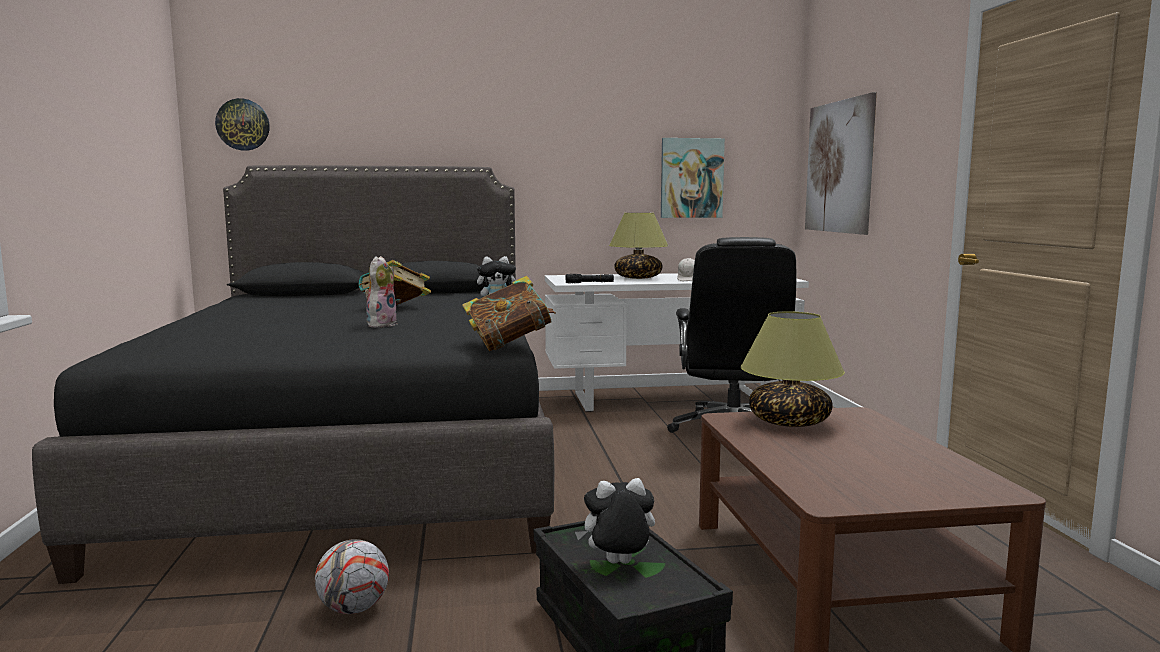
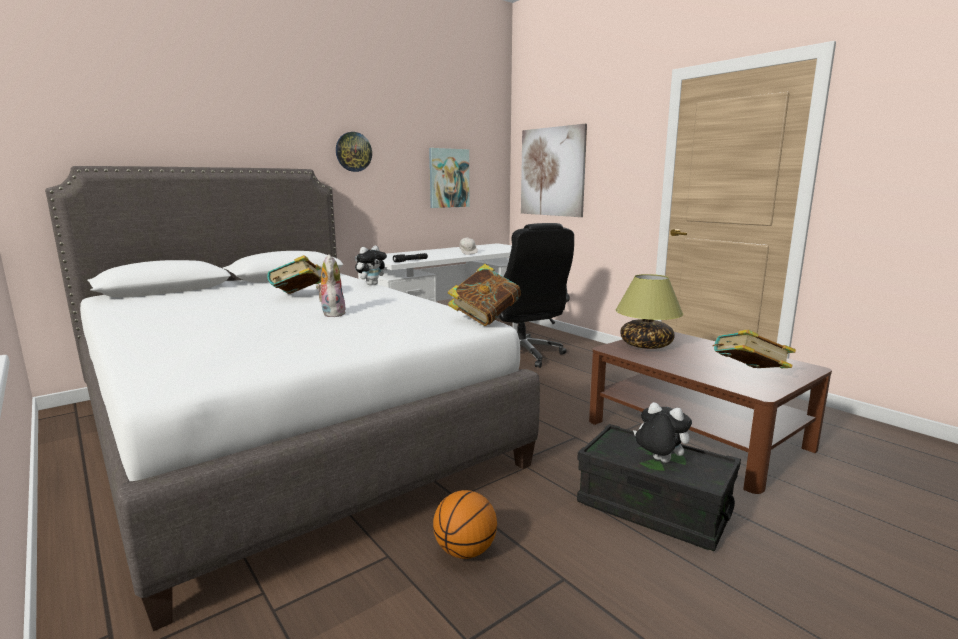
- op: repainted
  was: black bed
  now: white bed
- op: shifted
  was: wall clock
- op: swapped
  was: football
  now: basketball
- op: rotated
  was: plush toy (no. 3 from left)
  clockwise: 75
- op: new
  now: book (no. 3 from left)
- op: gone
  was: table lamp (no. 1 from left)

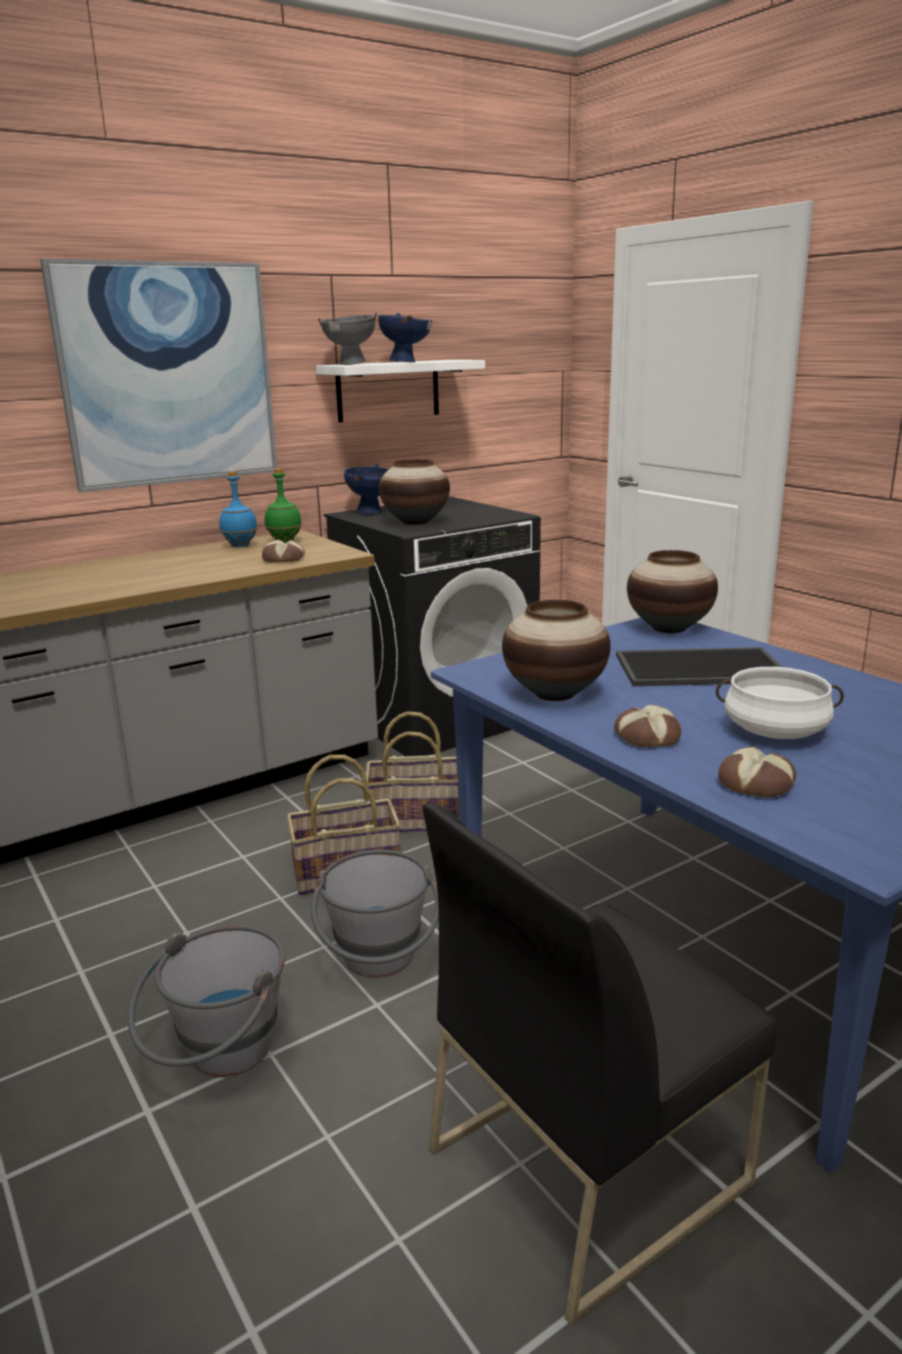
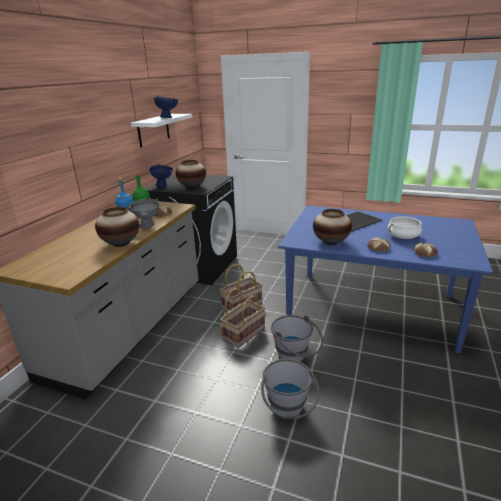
- op: shifted
  was: vase (no. 3 from left in the first image)
  now: vase (no. 1 from left)
- op: shifted
  was: grey bowl
- op: gone
  was: picture
- op: gone
  was: black chair

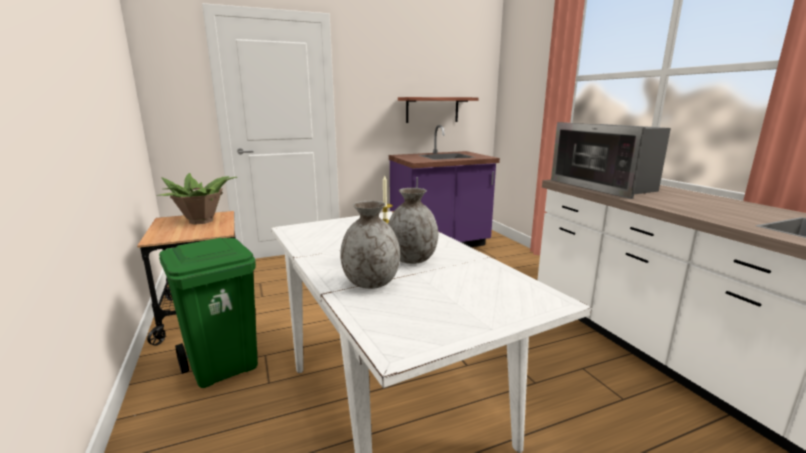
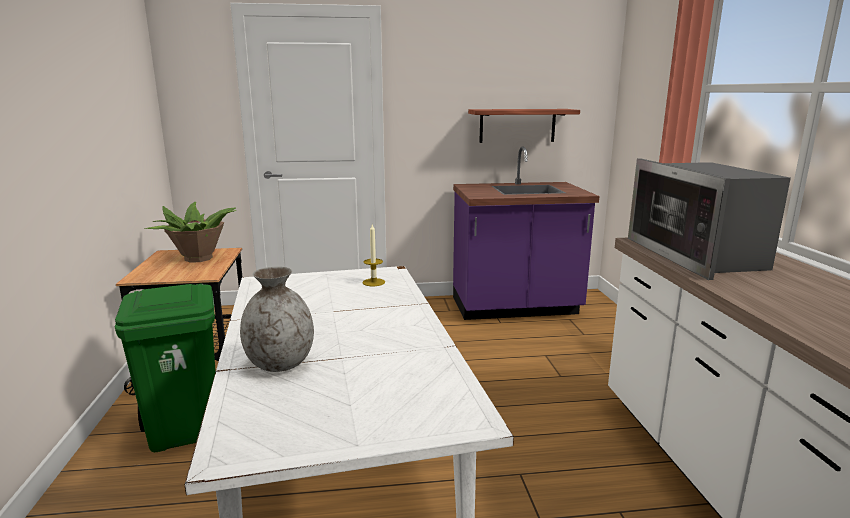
- op: gone
  was: grey vase (no. 2 from left)

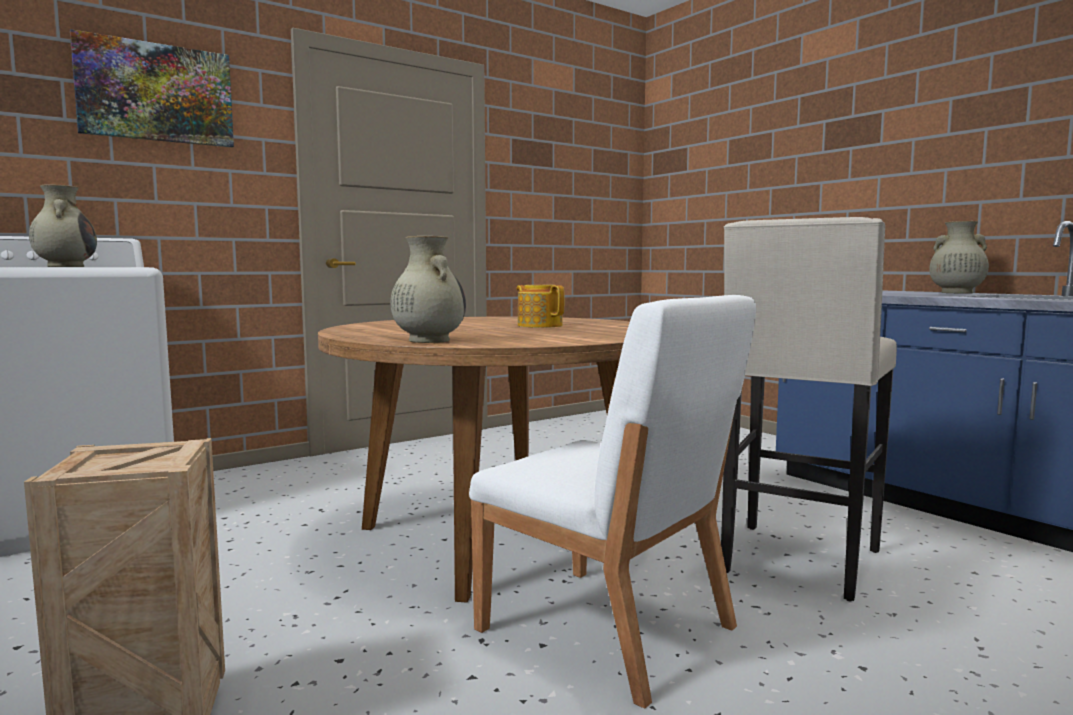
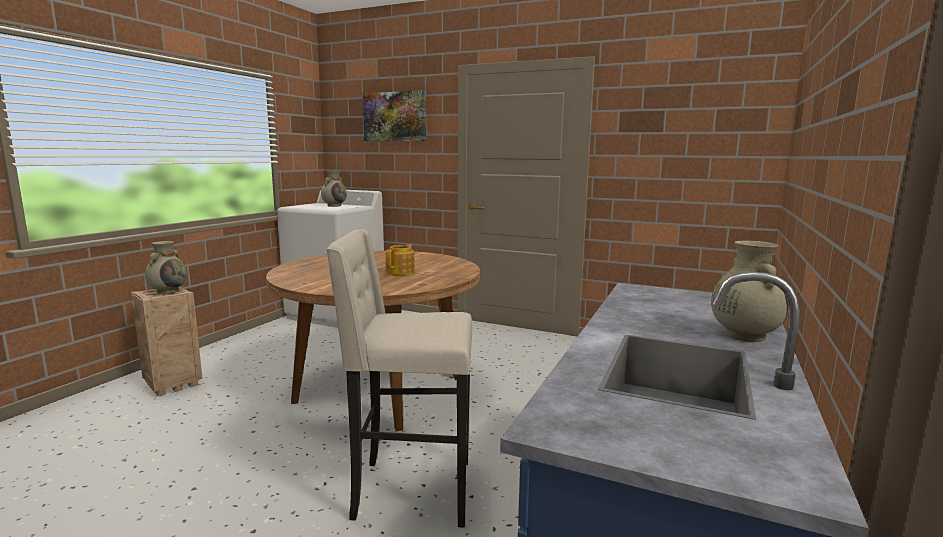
- op: shifted
  was: beige vase (no. 2 from left in the first image)
  now: beige vase (no. 1 from left)
- op: gone
  was: white chair

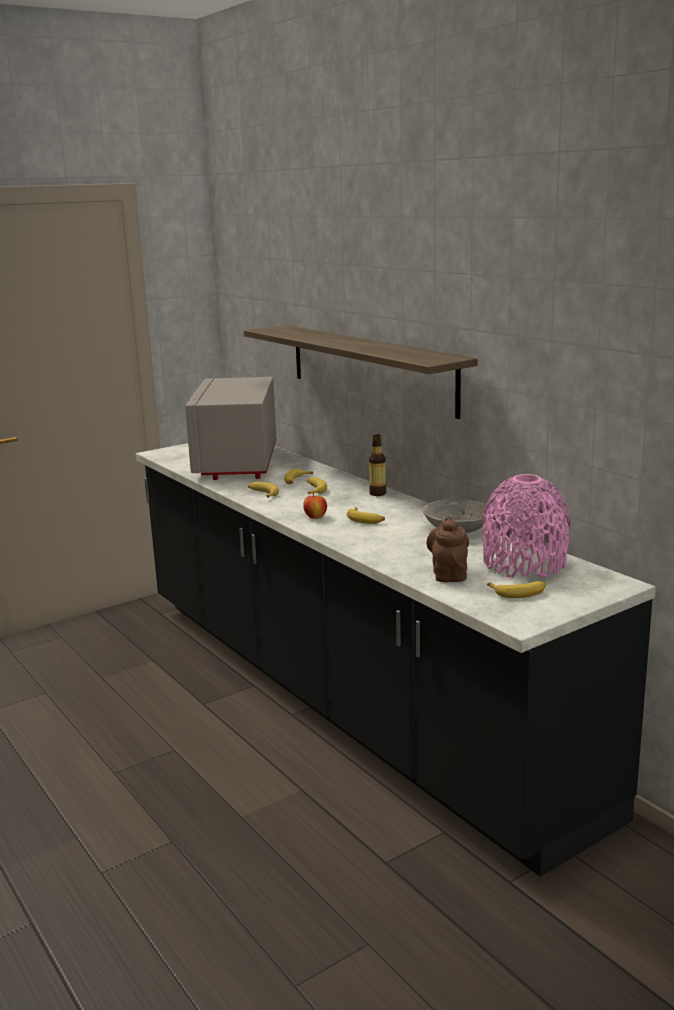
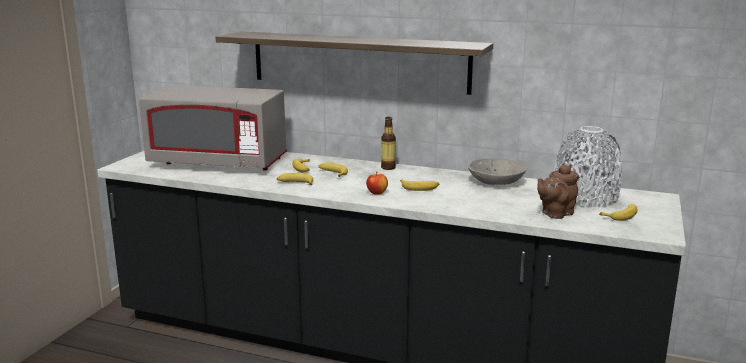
- op: rotated
  was: grey microwave
  clockwise: -45
- op: rotated
  was: brown teapot
  clockwise: -90
- op: repainted
  was: pink vase
  now: grey vase

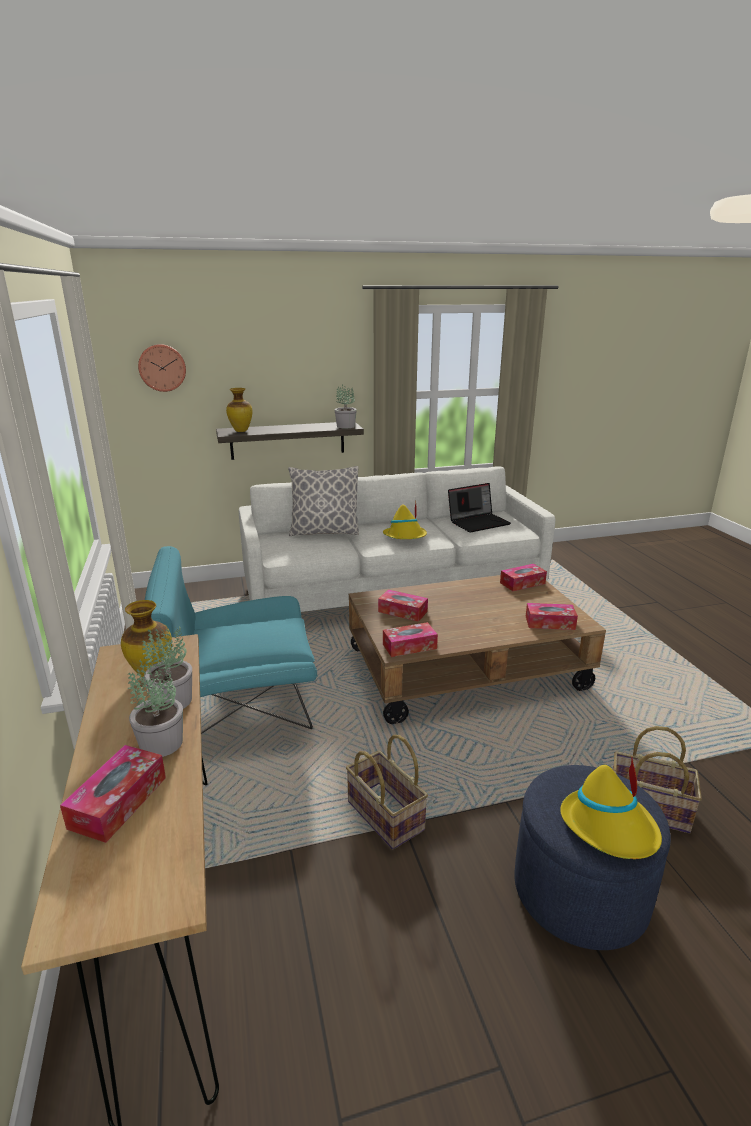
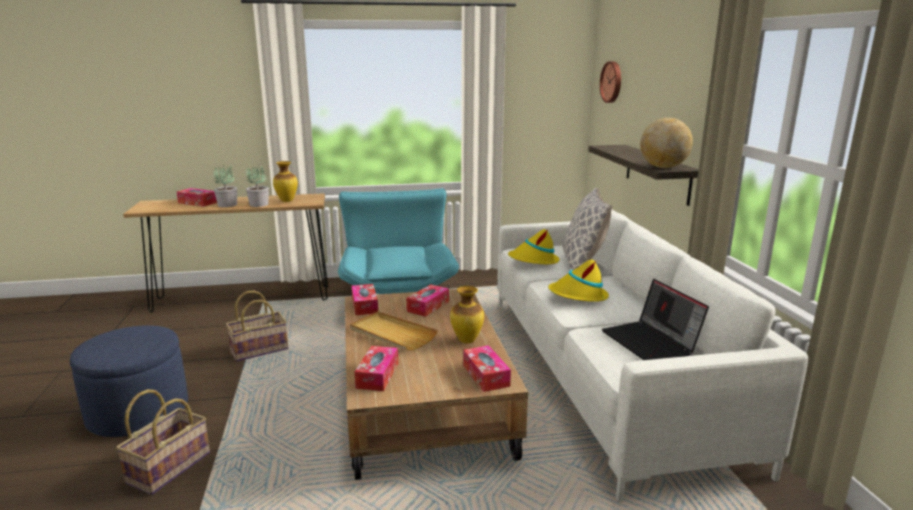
- op: new
  now: beige tray
- op: shifted
  was: vase (no. 2 from left)
- op: shifted
  was: yellow hat (no. 2 from left in the first image)
  now: yellow hat (no. 1 from left)
- op: swapped
  was: potted plant (no. 3 from left)
  now: globe

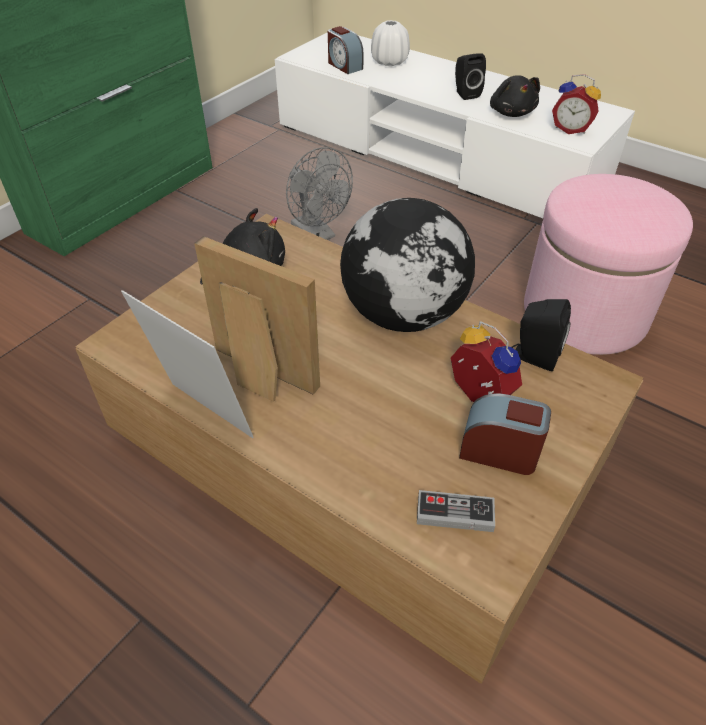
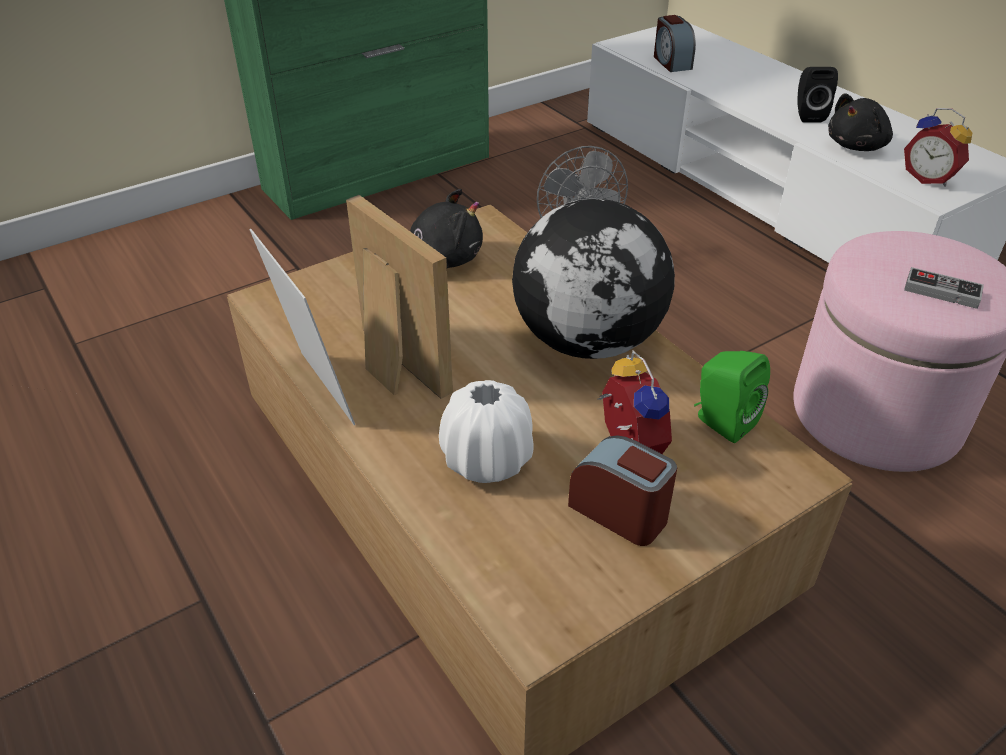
- op: shifted
  was: white vase
- op: repainted
  was: black speaker (no. 2 from left)
  now: green speaker
- op: rotated
  was: black plush toy (no. 2 from left)
  clockwise: 45
- op: shifted
  was: game controller

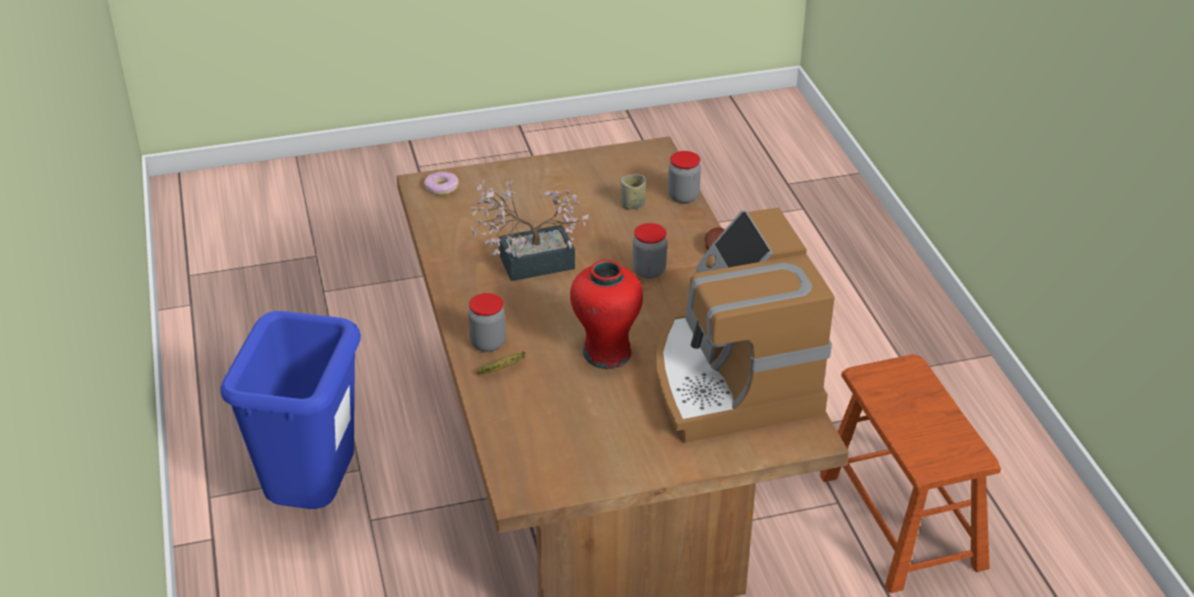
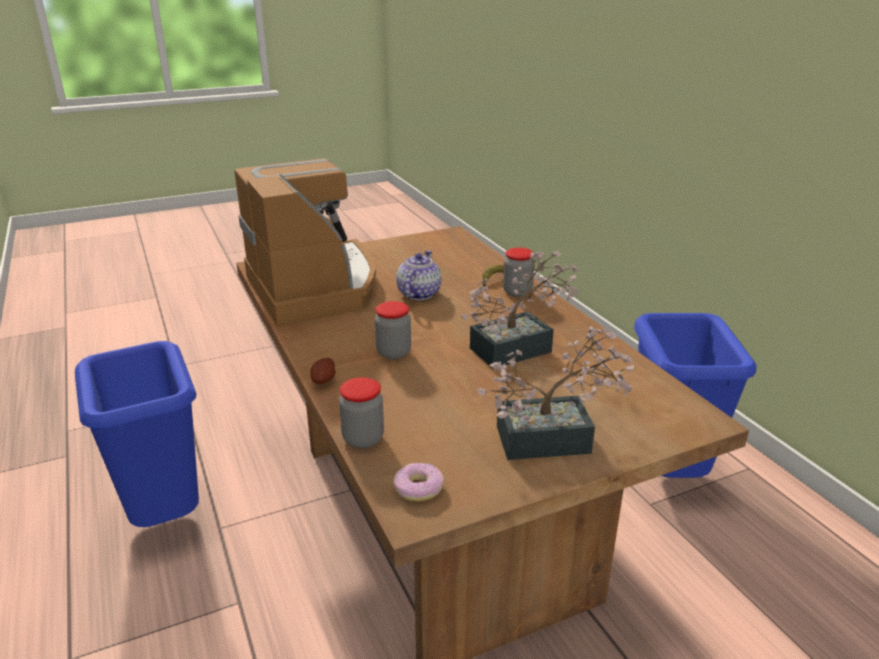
- op: swapped
  was: brown stool
  now: blue trash can (no. 1 from left)
- op: shifted
  was: donut
- op: swapped
  was: red vase
  now: teapot
- op: new
  now: potted plant (no. 2 from left)
- op: gone
  was: cup

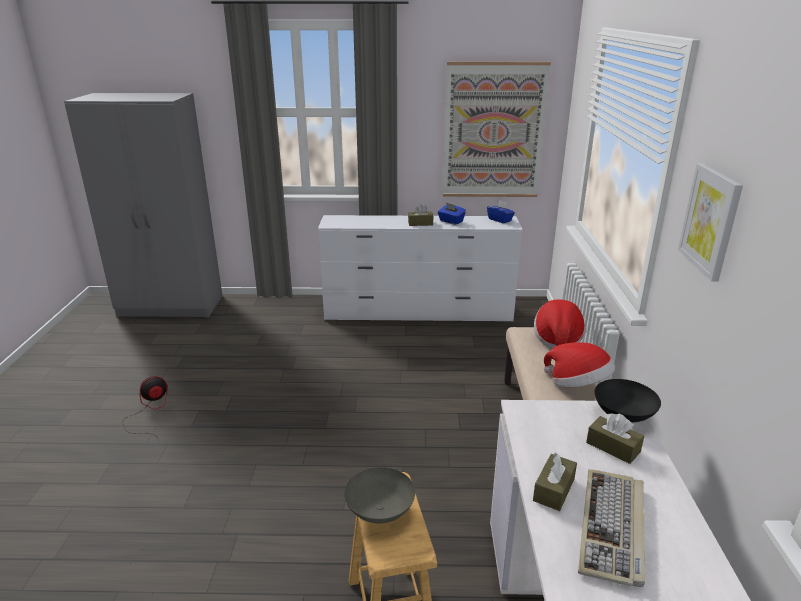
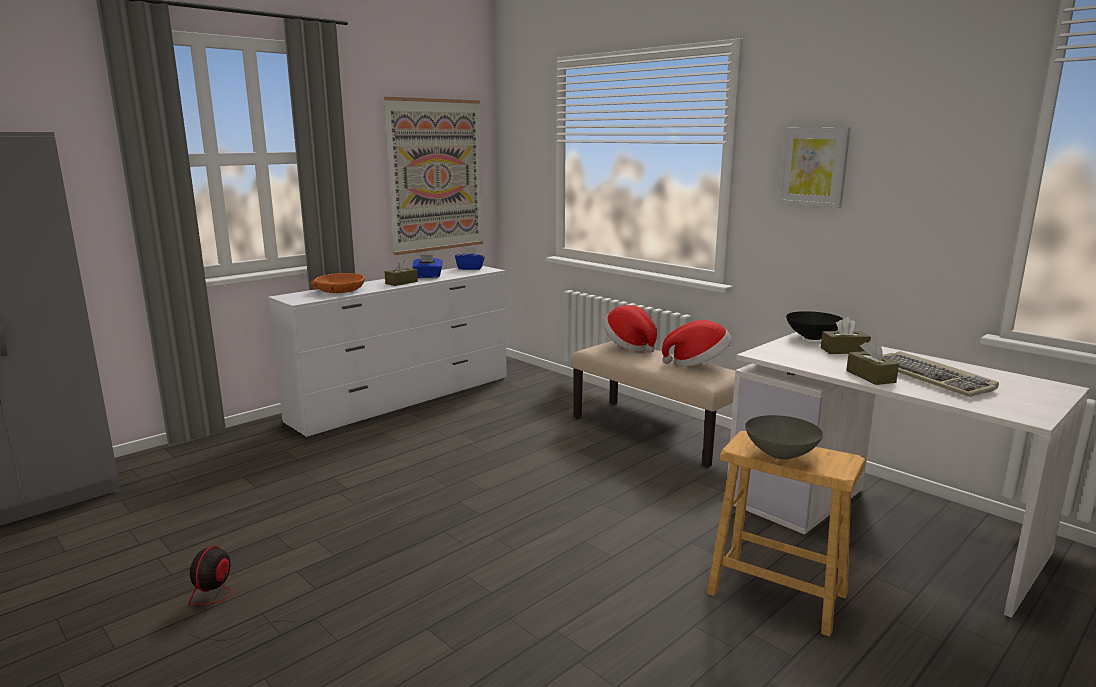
- op: new
  now: orange bowl

